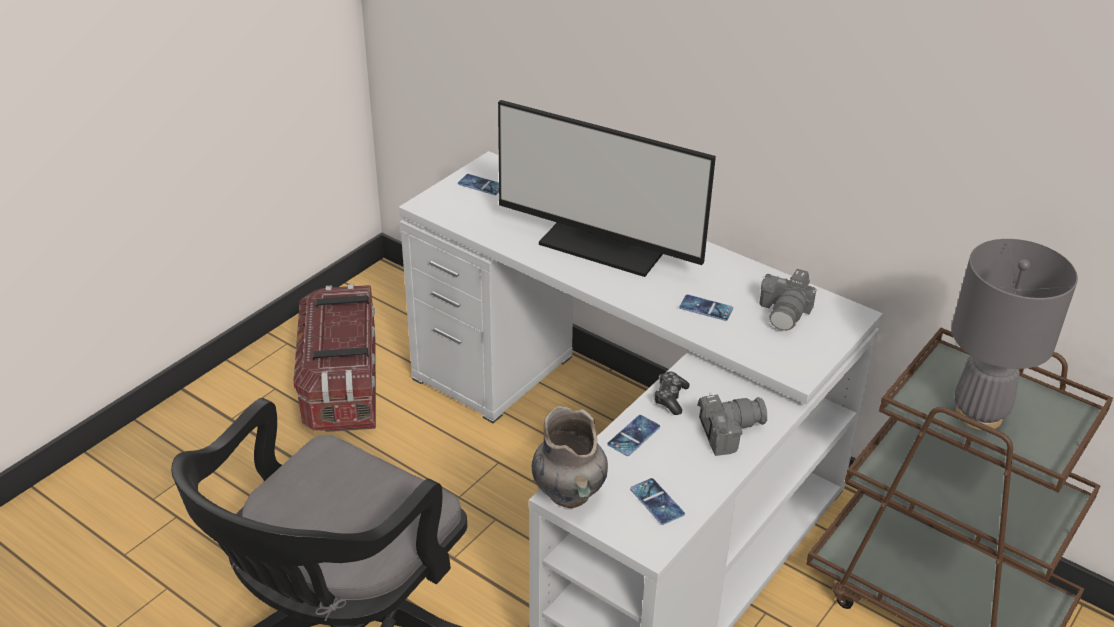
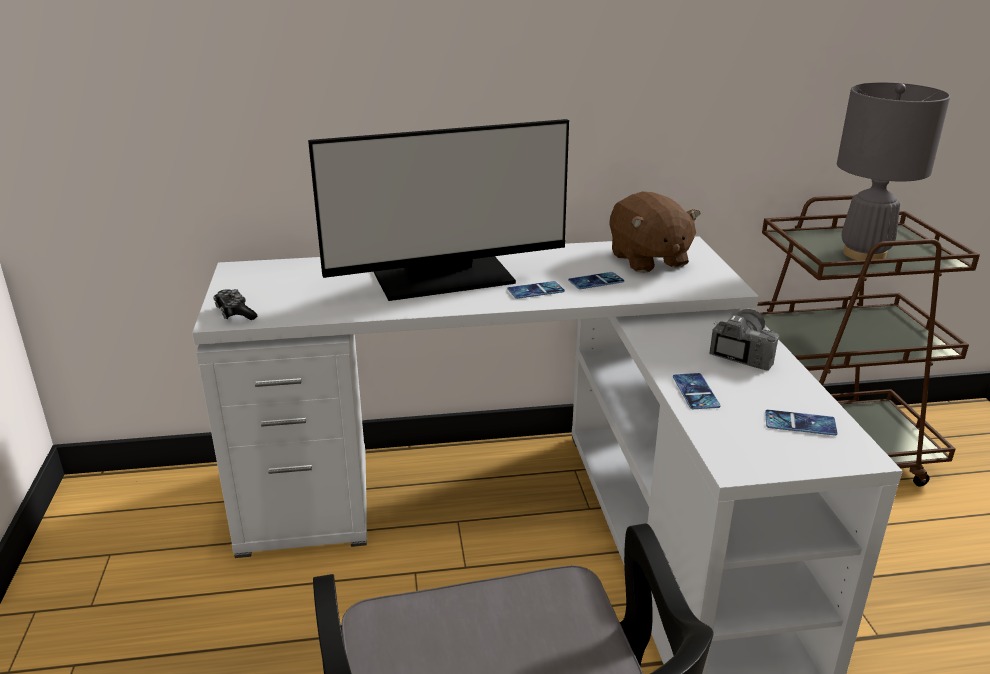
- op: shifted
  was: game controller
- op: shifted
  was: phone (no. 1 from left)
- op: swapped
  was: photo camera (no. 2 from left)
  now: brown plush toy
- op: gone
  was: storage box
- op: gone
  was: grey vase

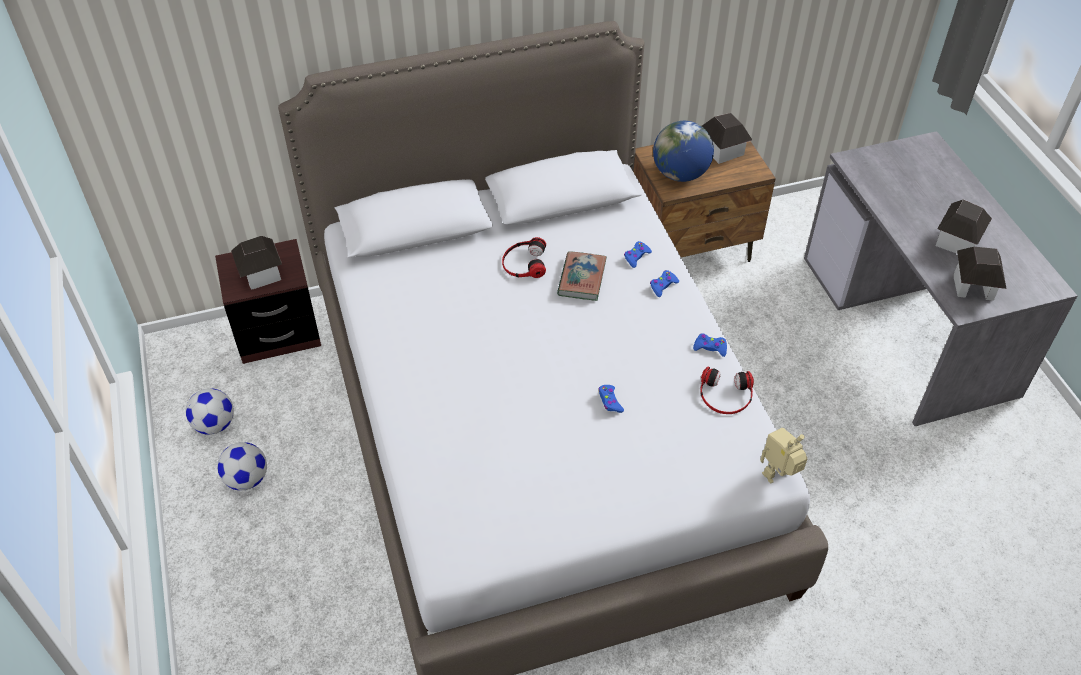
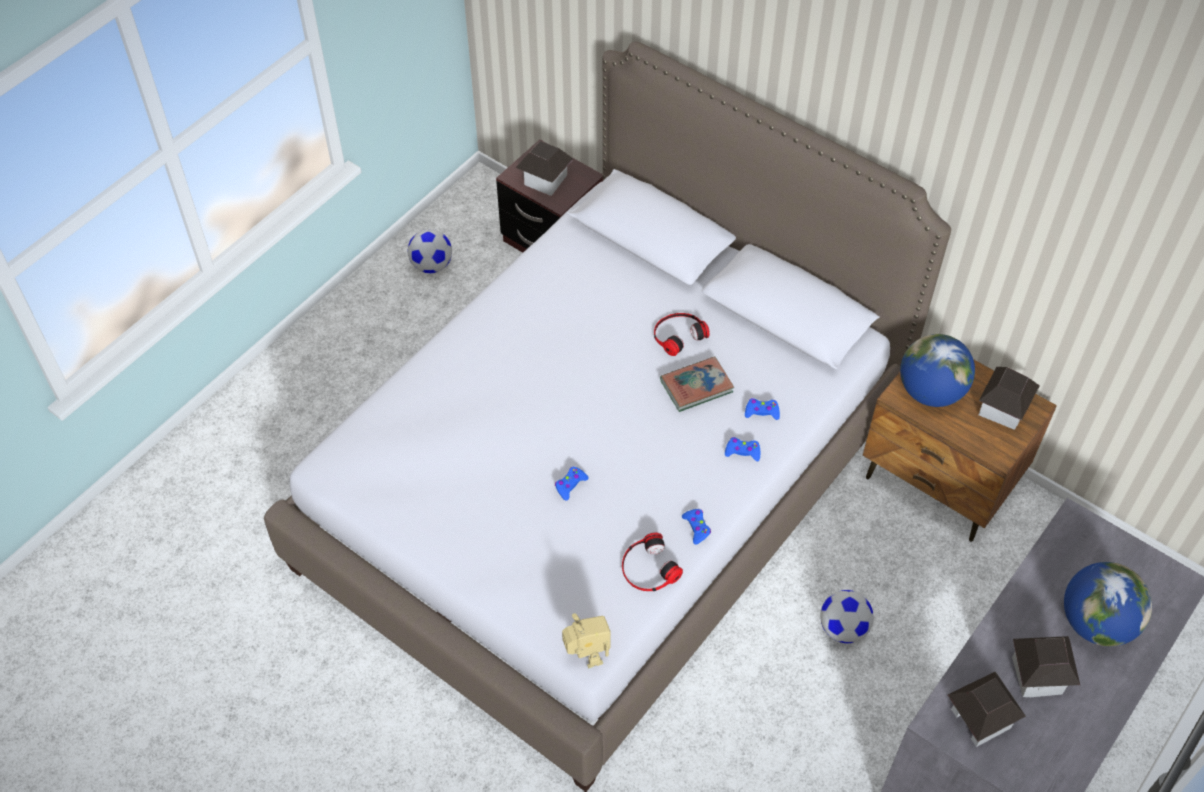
- op: rotated
  was: toy robot
  clockwise: 45
- op: shifted
  was: football (no. 2 from left)
- op: new
  now: globe (no. 2 from left)

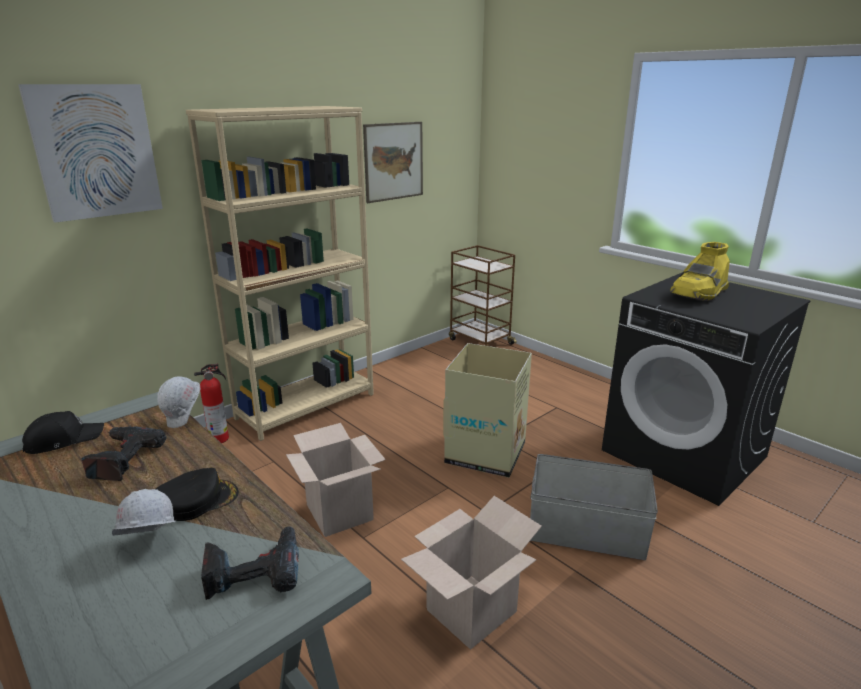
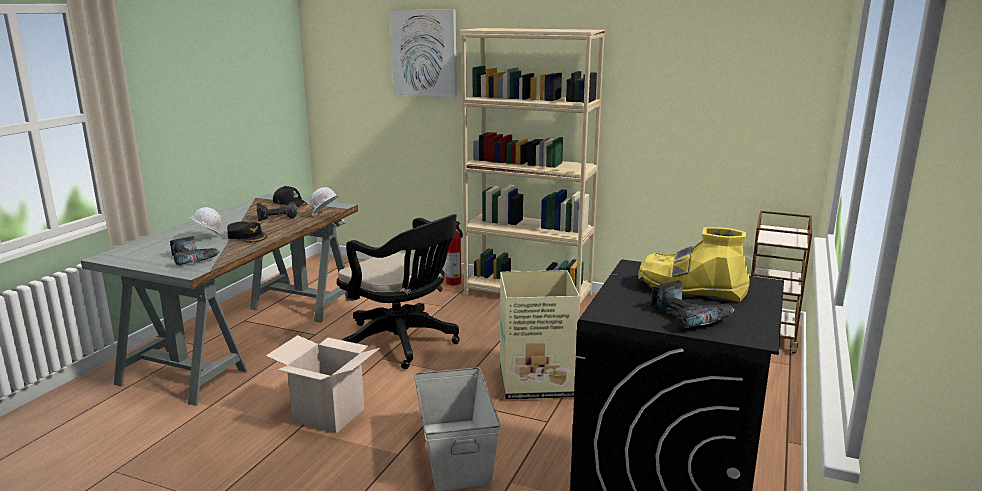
- op: swapped
  was: cardboard box (no. 1 from left)
  now: black office chair
- op: new
  now: power drill (no. 3 from left)
- op: gone
  was: picture (no. 2 from left)

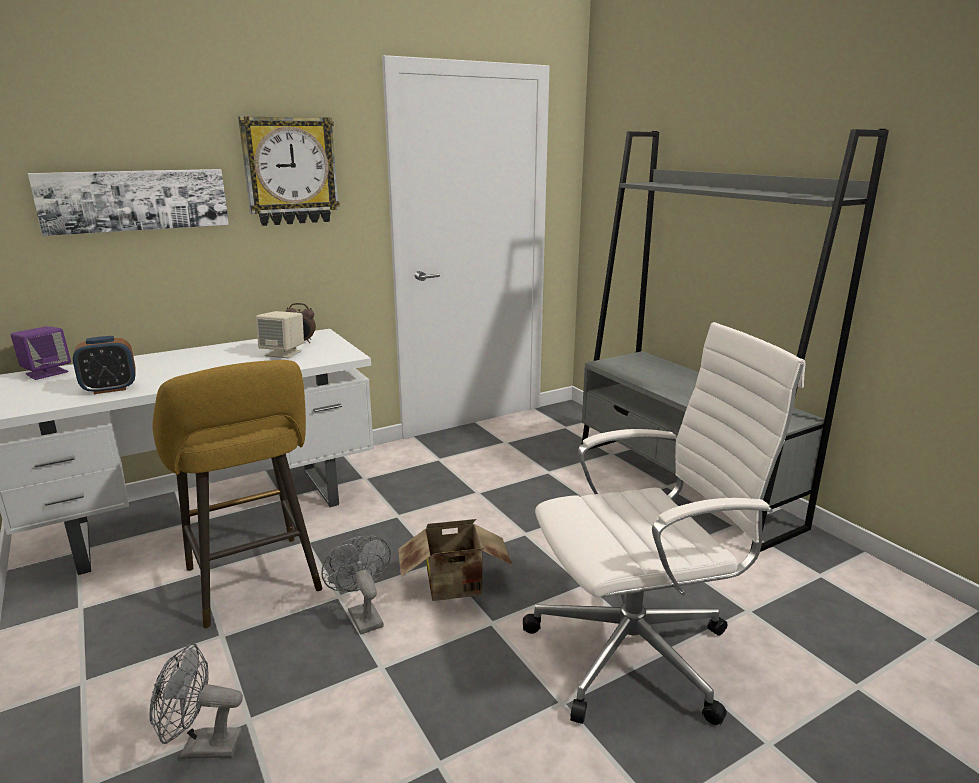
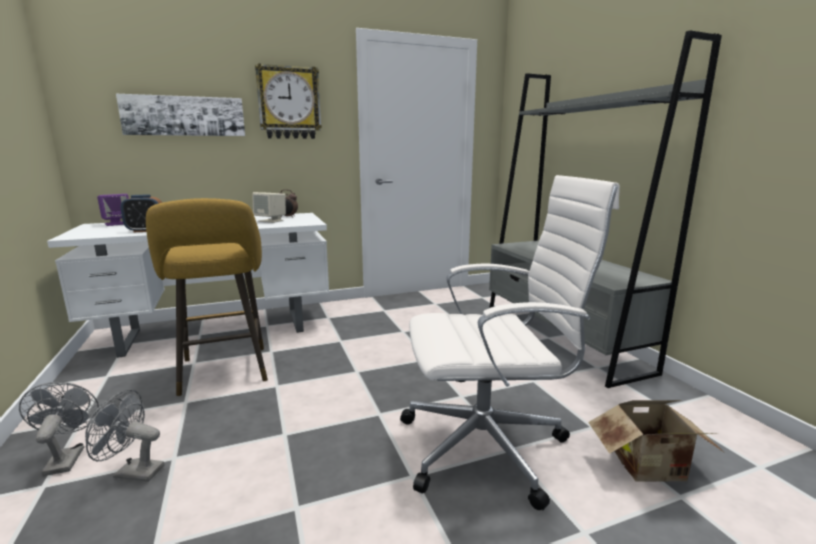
- op: shifted
  was: grey fan (no. 2 from left in the first image)
  now: grey fan (no. 1 from left)
- op: shifted
  was: cardboard box

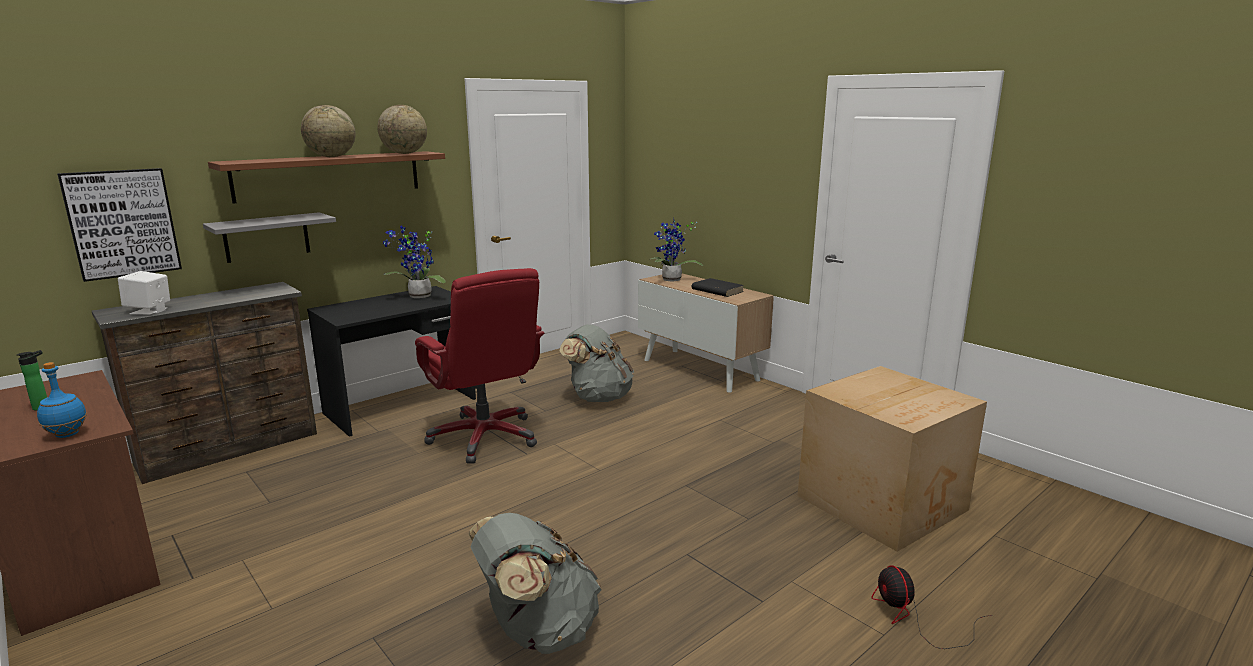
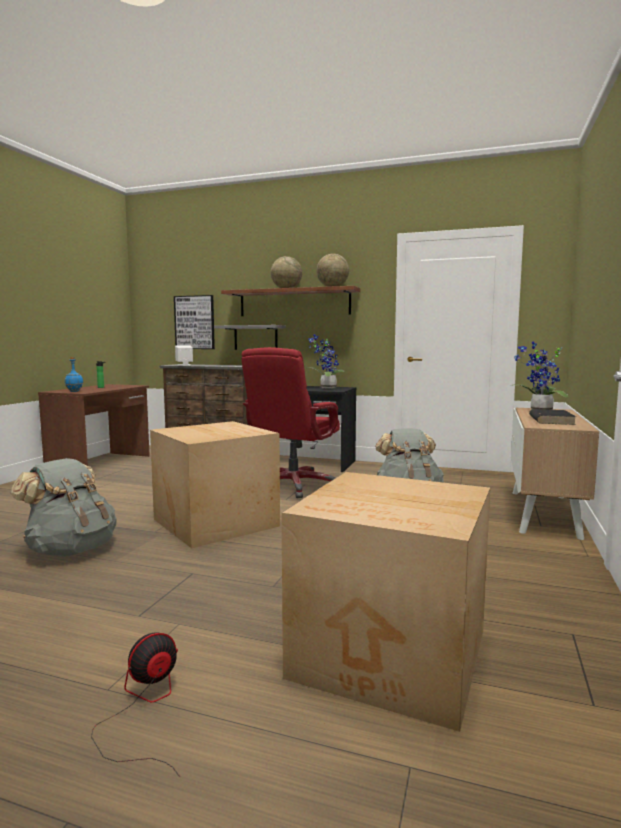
- op: new
  now: cardboard box (no. 1 from left)

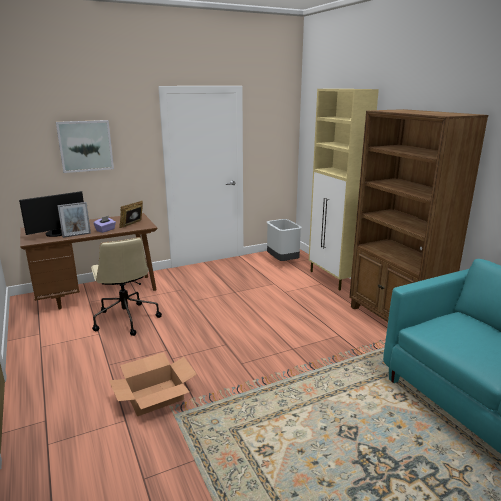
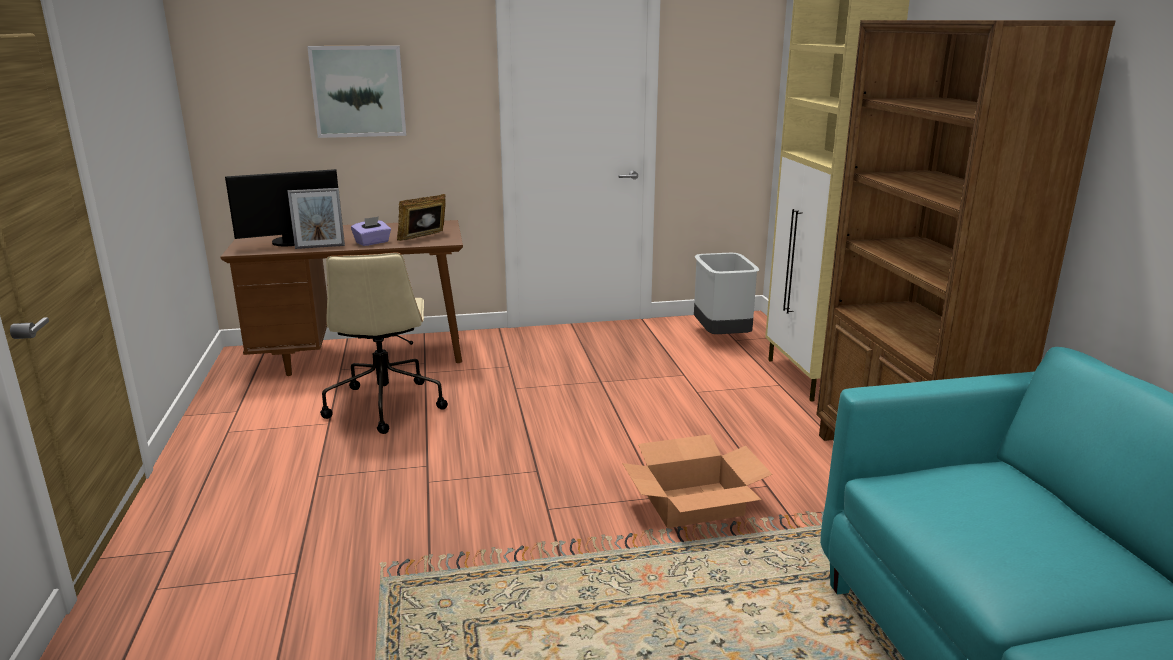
- op: shifted
  was: cardboard box

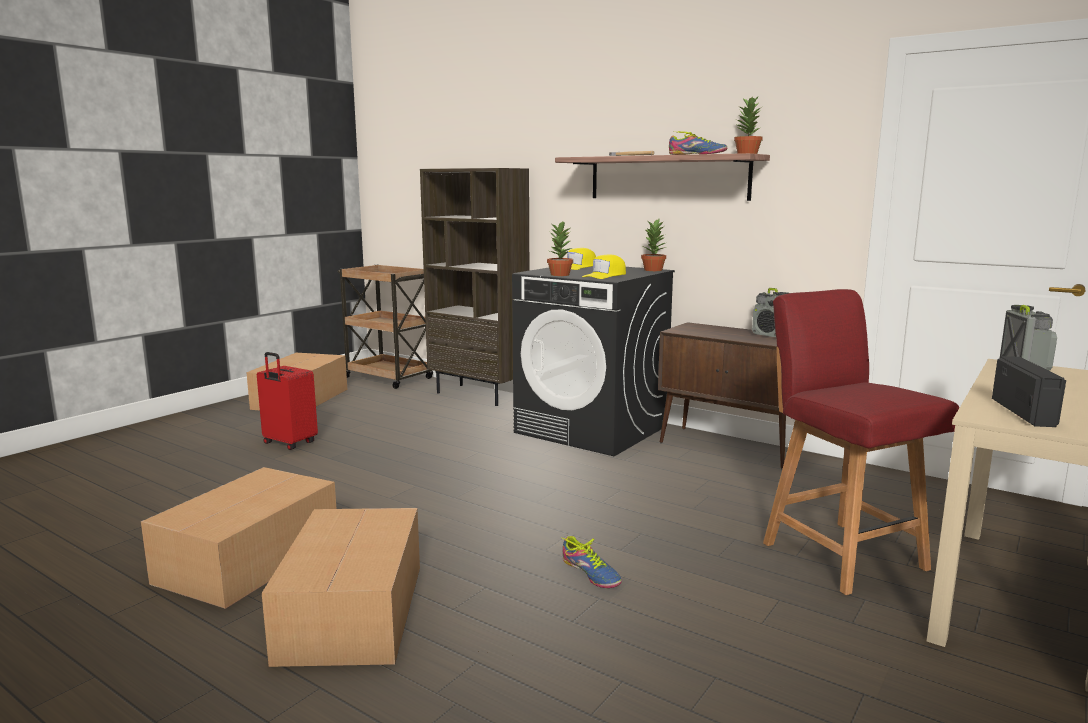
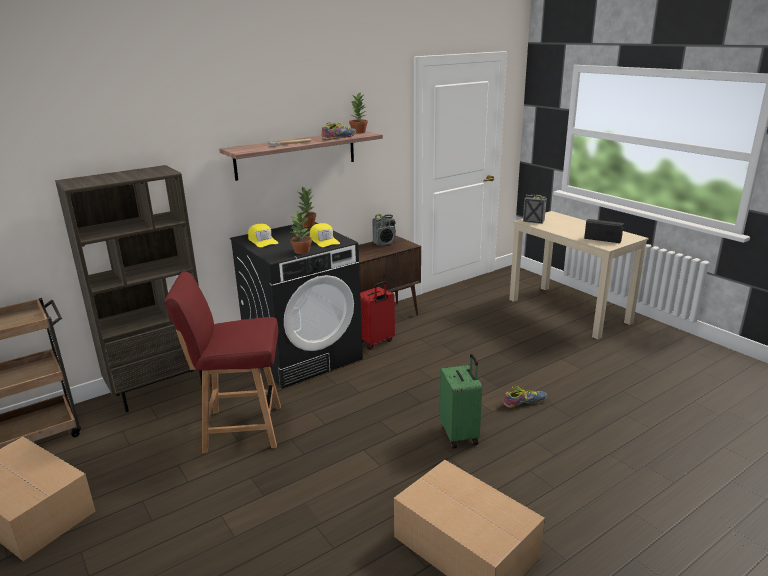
- op: shifted
  was: red chair
- op: shifted
  was: red suitcase
- op: new
  now: green suitcase
- op: gone
  was: cardboard box (no. 3 from left)

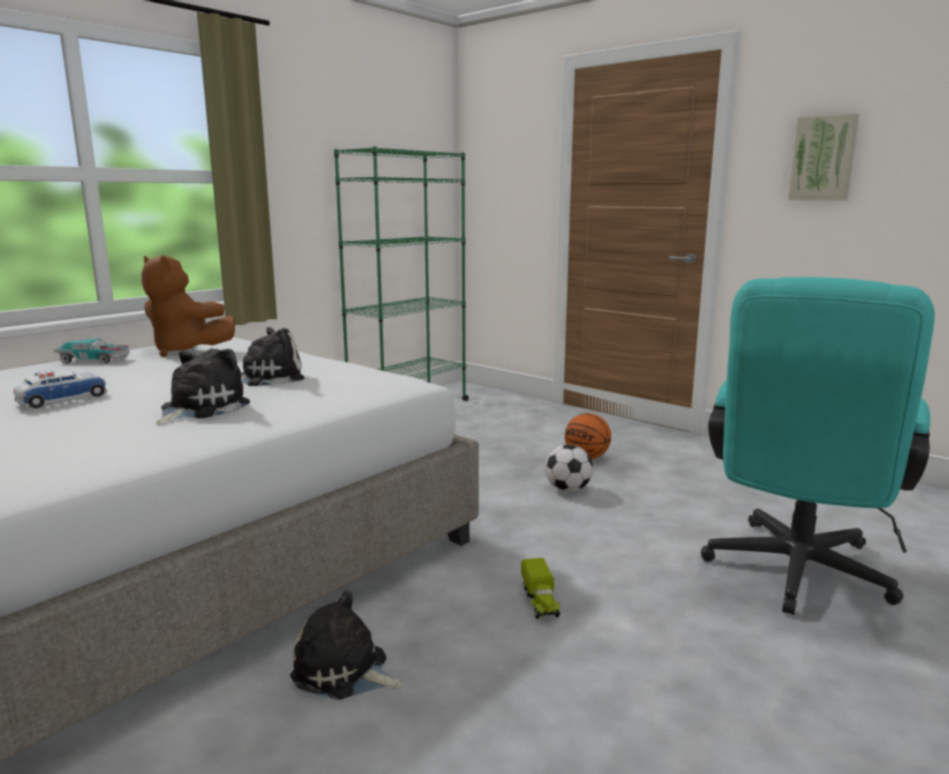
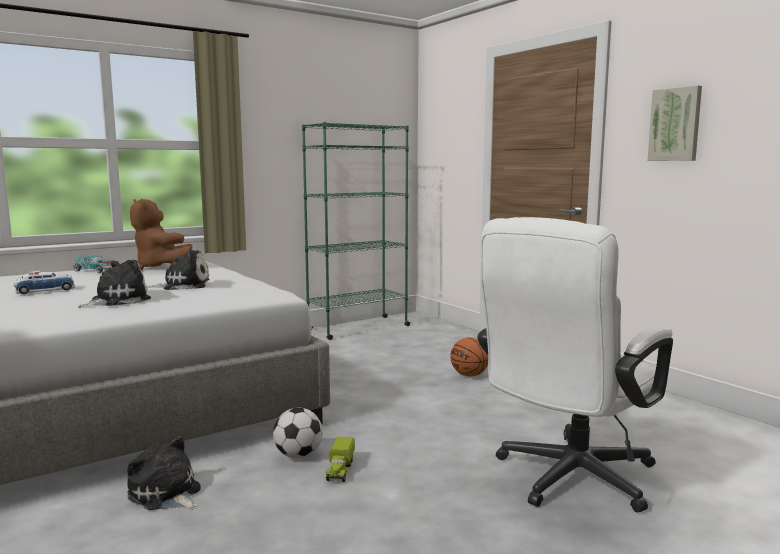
- op: shifted
  was: football
- op: repainted
  was: turquoise office chair
  now: white office chair

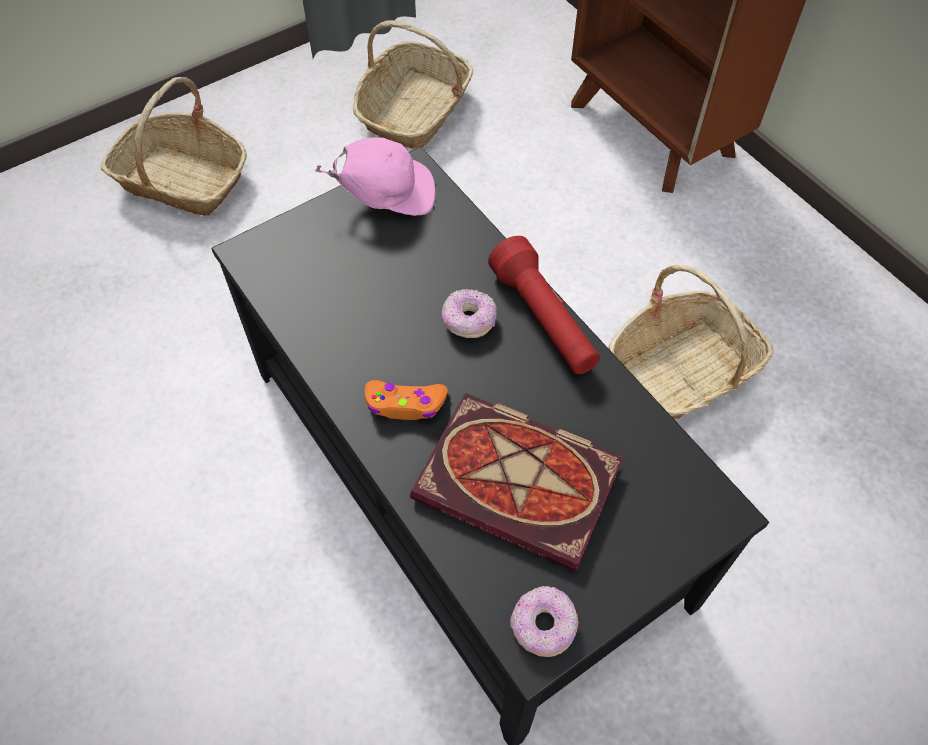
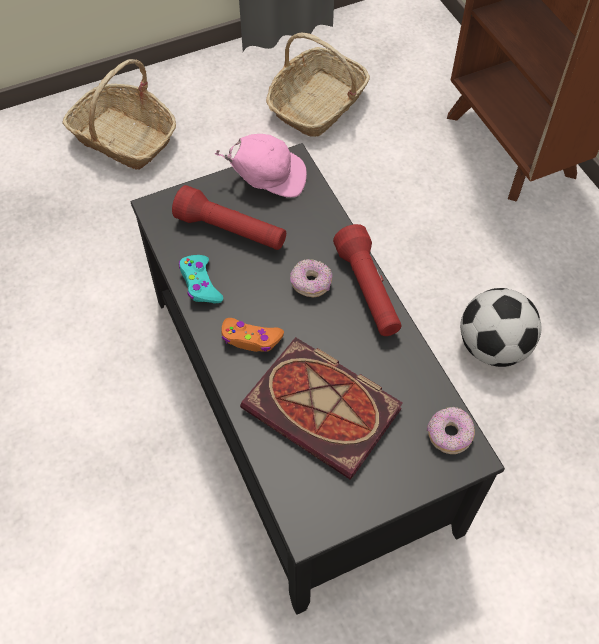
- op: new
  now: red flashlight (no. 1 from left)
- op: new
  now: turquoise game controller
- op: shifted
  was: donut (no. 2 from left)
- op: swapped
  was: basket (no. 3 from left)
  now: football

